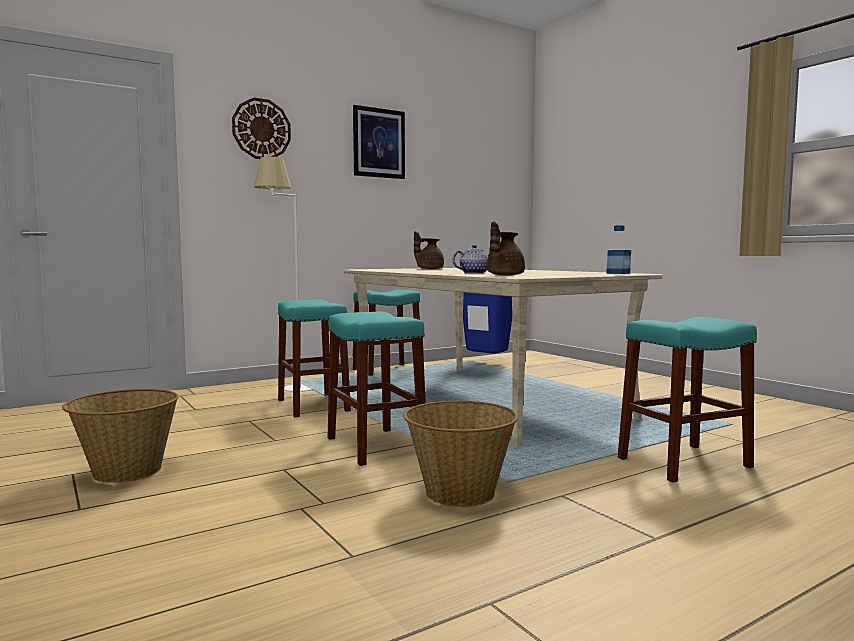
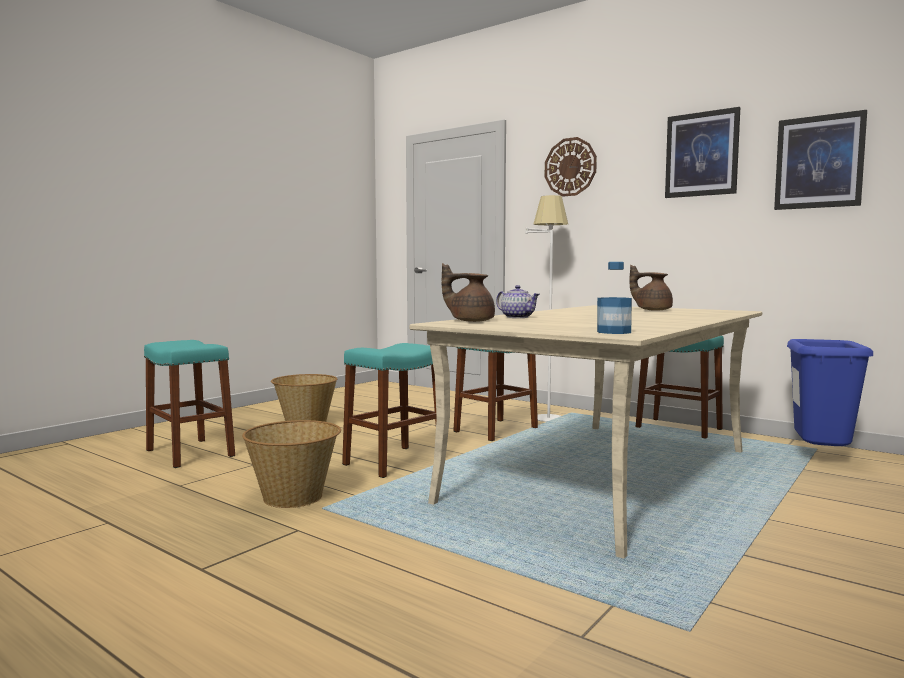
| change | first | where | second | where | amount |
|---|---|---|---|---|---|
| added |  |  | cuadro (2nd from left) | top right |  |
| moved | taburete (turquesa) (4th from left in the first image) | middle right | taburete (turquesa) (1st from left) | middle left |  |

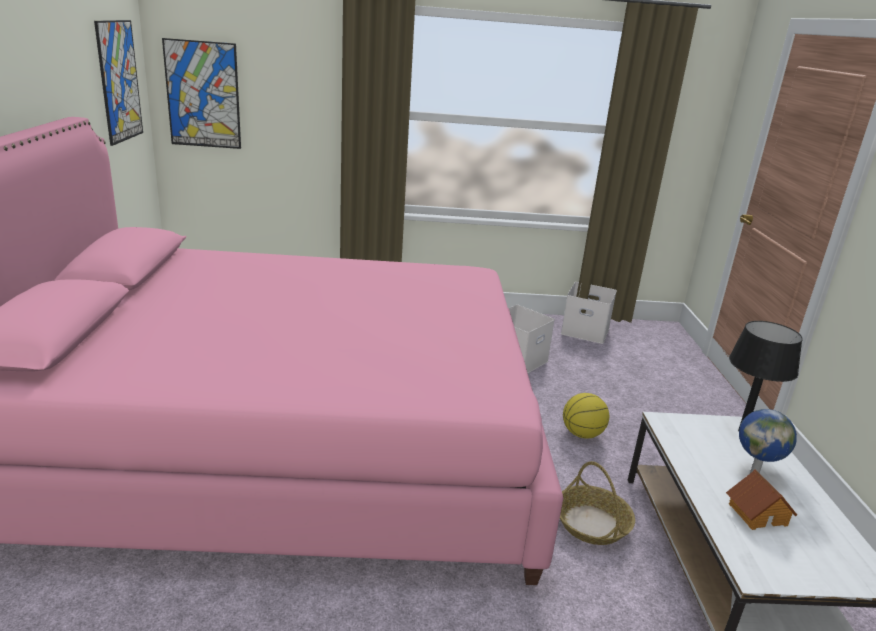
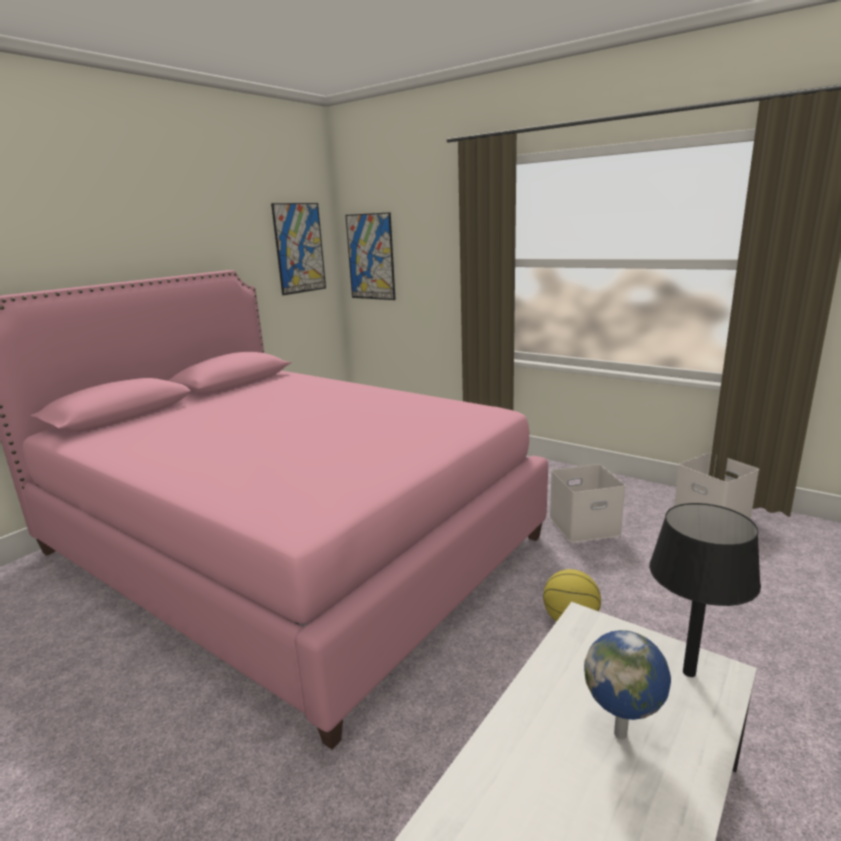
| change | first | where | second | where | amount |
|---|---|---|---|---|---|
| removed | cesta | bottom right |  |  |  |
| removed | casita | bottom right |  |  |  |

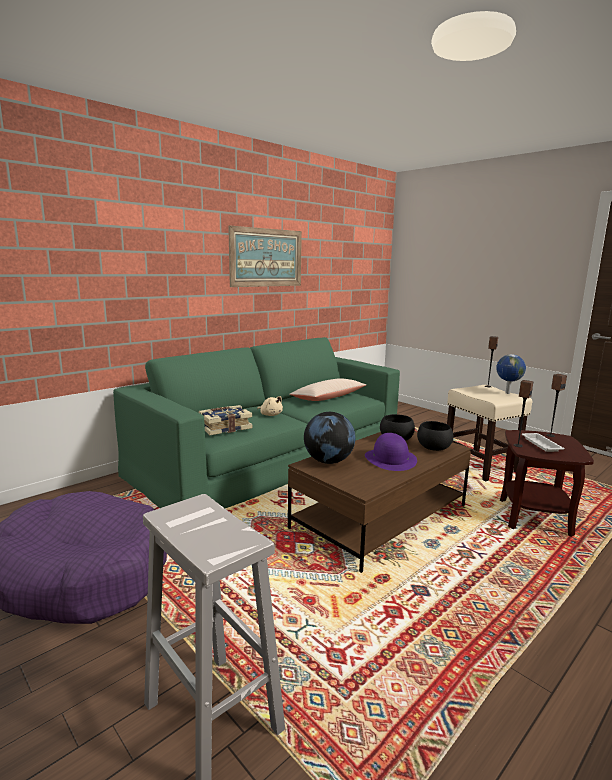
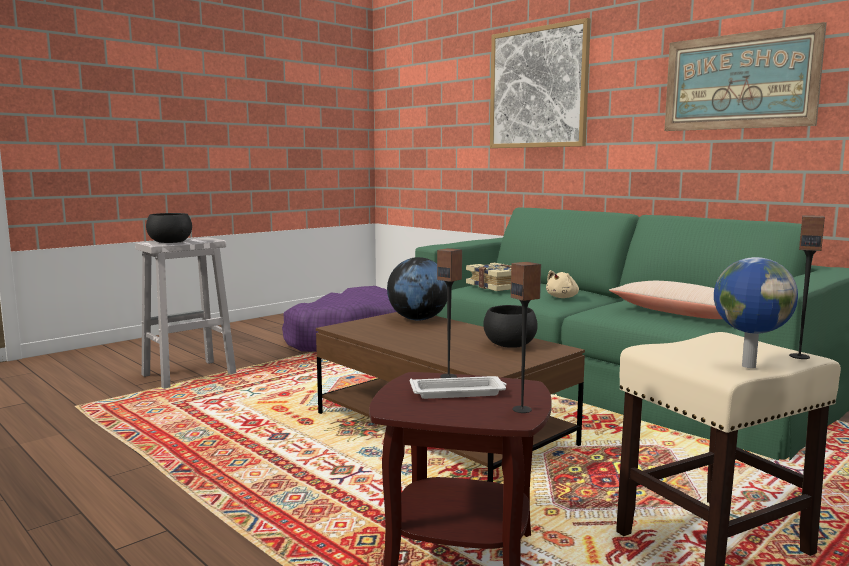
| change | first | where | second | where | amount |
|---|---|---|---|---|---|
| removed | sombrero (morado) | centre |  |  |  |
| added |  |  | cuadro (1st from left) | top centre |  |
| moved | cuenco (negro) (2nd from left in the first image) | middle right | cuenco (negro) (1st from left) | middle left |  |

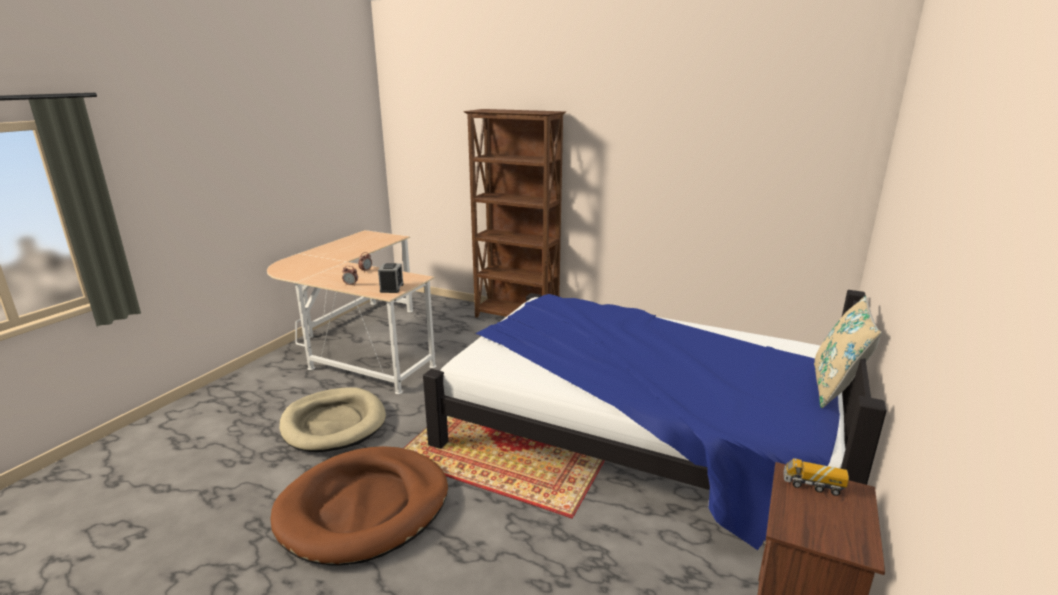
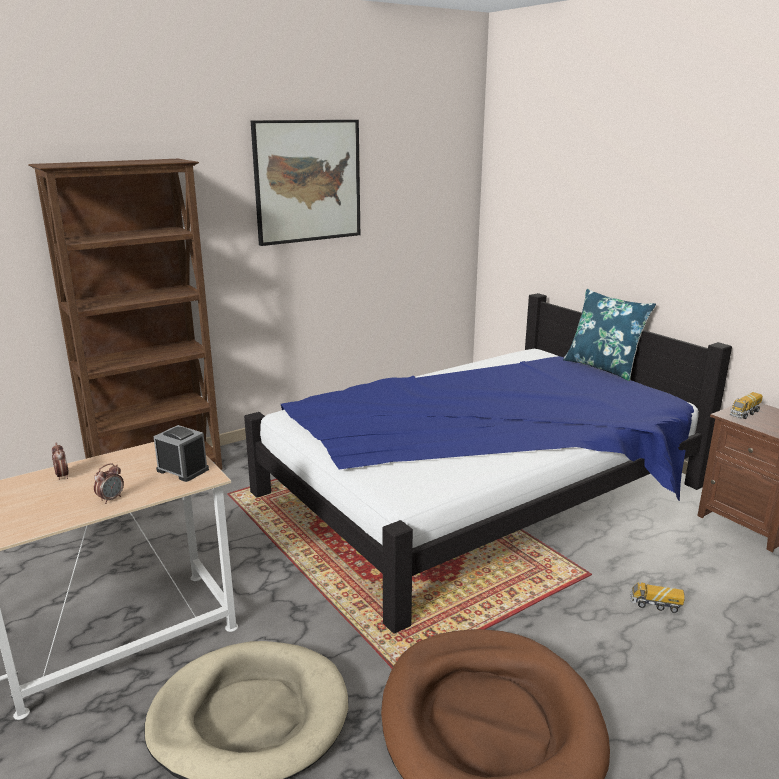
| change | first | where | second | where | amount |
|---|---|---|---|---|---|
| added |  |  | cuadro | top centre |  |
| added |  |  | camión de juguete (1st from left) | bottom right |  |
| recoloured | cojín (beis) | middle right | cojín (azul) | middle right |  |

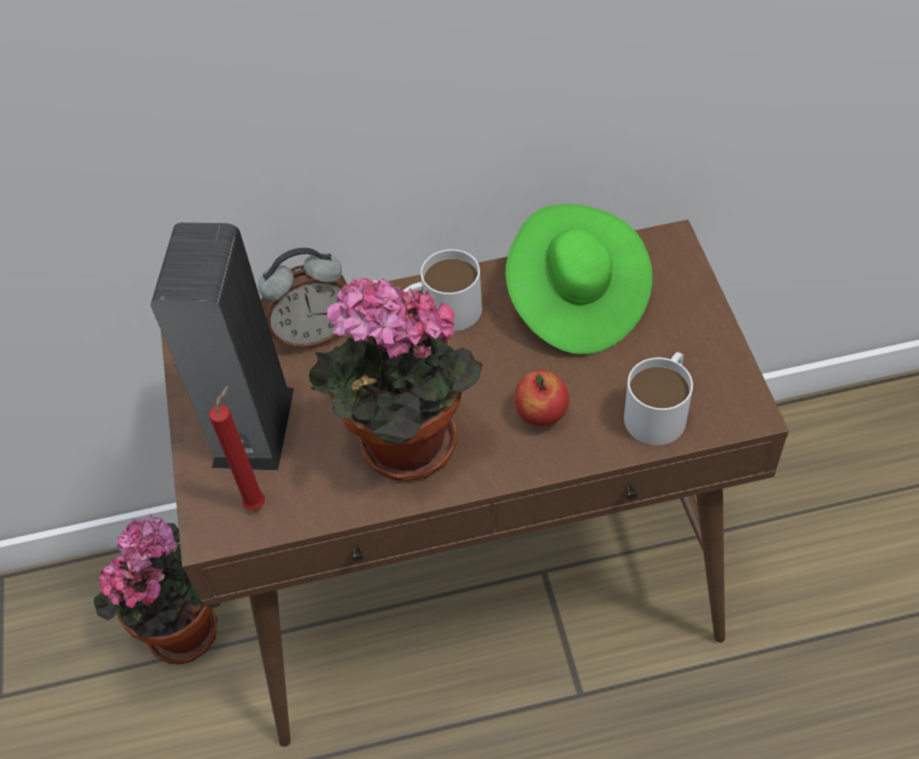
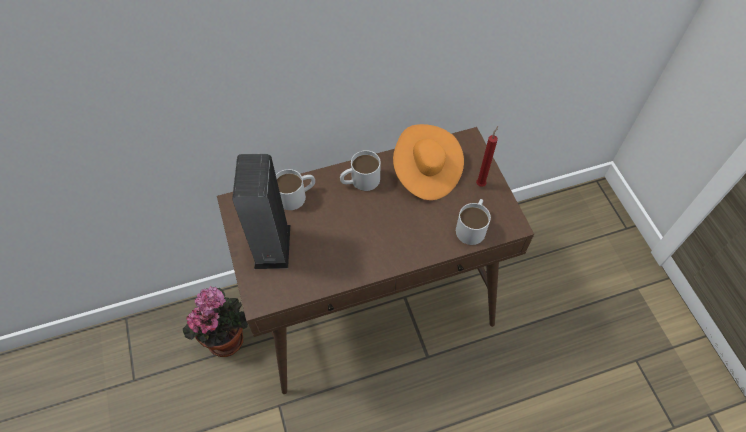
| change | first | where | second | where | amount |
|---|---|---|---|---|---|
| removed | planta en maceta (2nd from left) | centre |  |  |  |
| removed | manzana | centre |  |  |  |
| moved | vela (rojo) | middle left |  | centre |  |
| replaced | despertador | middle left | taza grande (blanco) (1st from left) | centre |  |
| recoloured | sombrero (verde) | centre | sombrero (naranja) | centre |  |

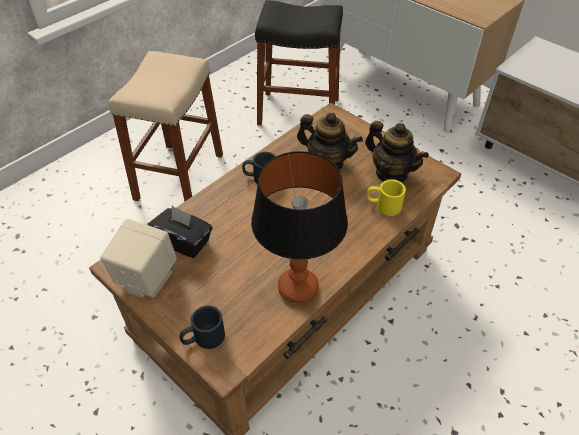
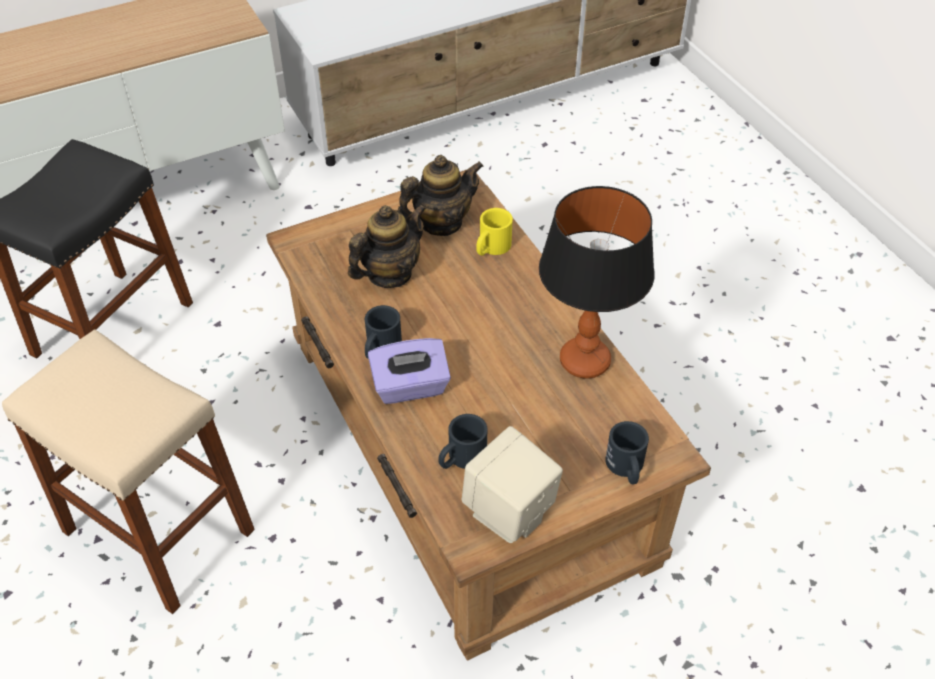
| change | first | where | second | where | amount |
|---|---|---|---|---|---|
| added |  |  | caja de pañuelos (morado) | centre |  |
| replaced | caja de pañuelos (negro) | middle left | taza grande (negro) (2nd from left) | centre |  |

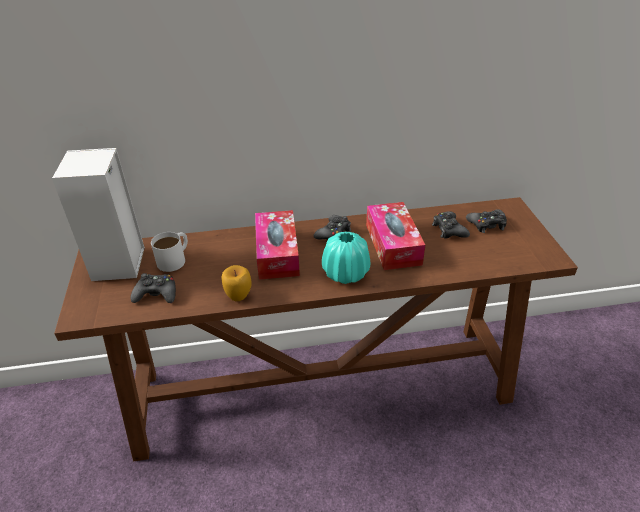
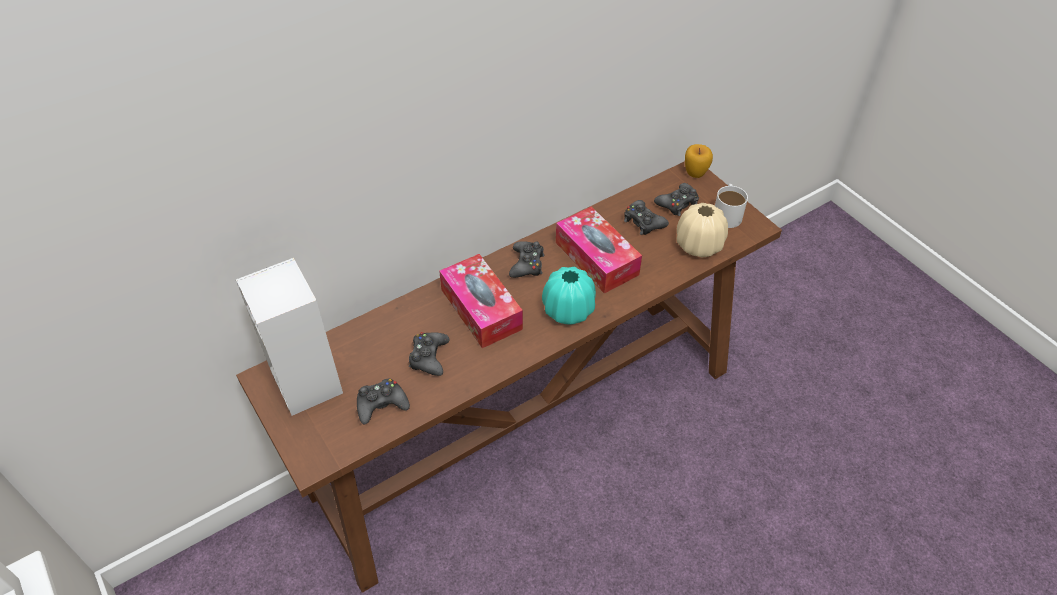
| change | first | where | second | where | amount |
|---|---|---|---|---|---|
| added |  |  | mando de consola (negro) (2nd from left) | centre |  |
| added |  |  | florero (beis) | centre |  |
| moved | taza grande (blanco) | middle left |  | middle right |  |
| moved | manzana | centre |  | top centre |  |

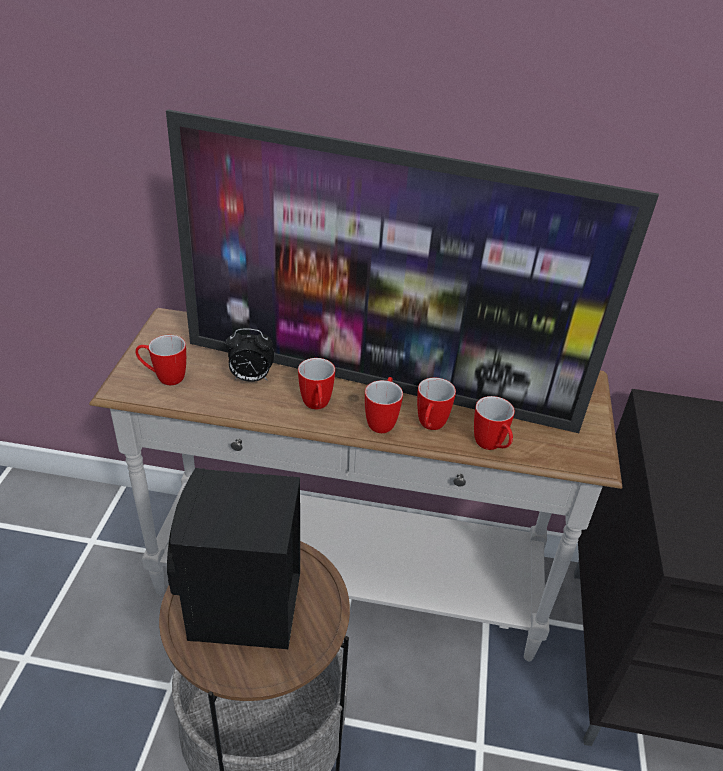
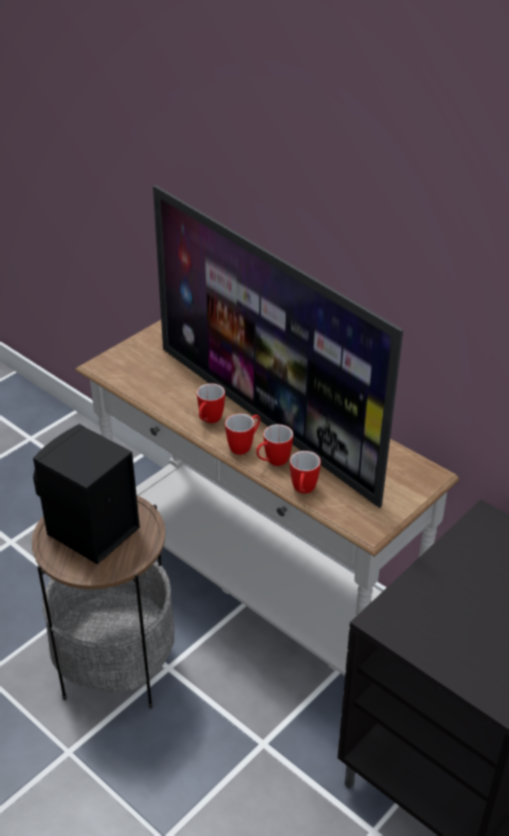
| change | first | where | second | where | amount |
|---|---|---|---|---|---|
| removed | taza grande (1st from left) | middle left |  |  |  |
| removed | despertador | centre |  |  |  |

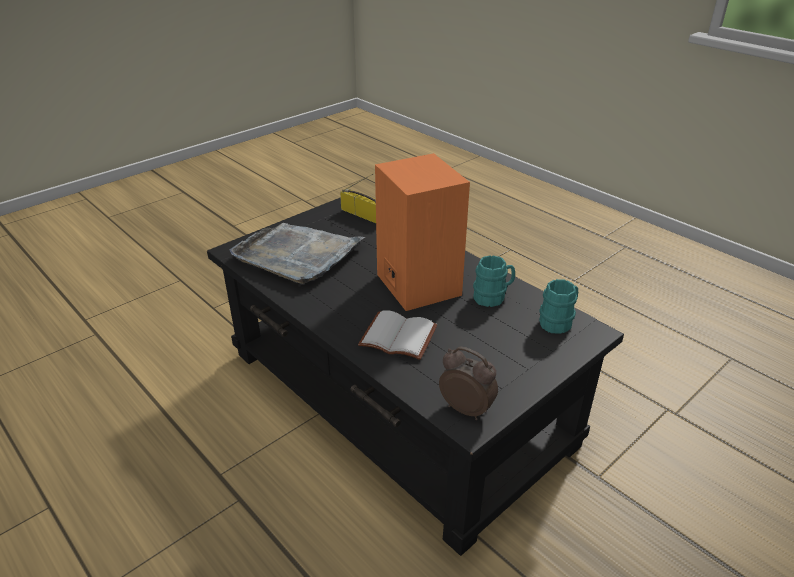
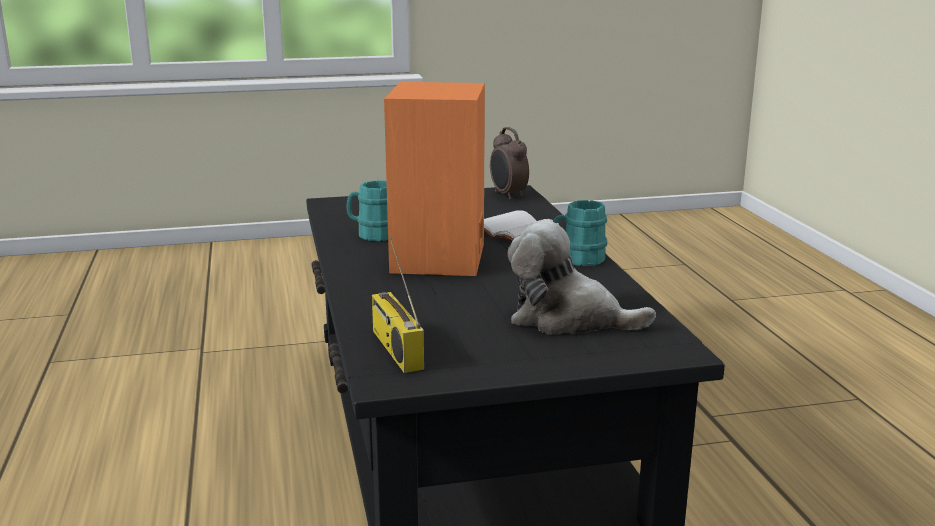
| change | first | where | second | where | amount |
|---|---|---|---|---|---|
| moved | taza grande (turquesa) (2nd from left) | middle right |  | centre |  |
| replaced | bandeja (gris) | centre | peluche | centre |  |

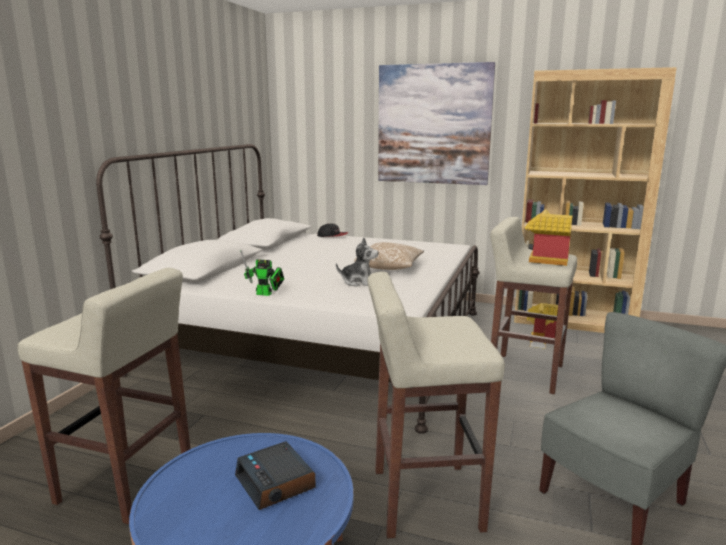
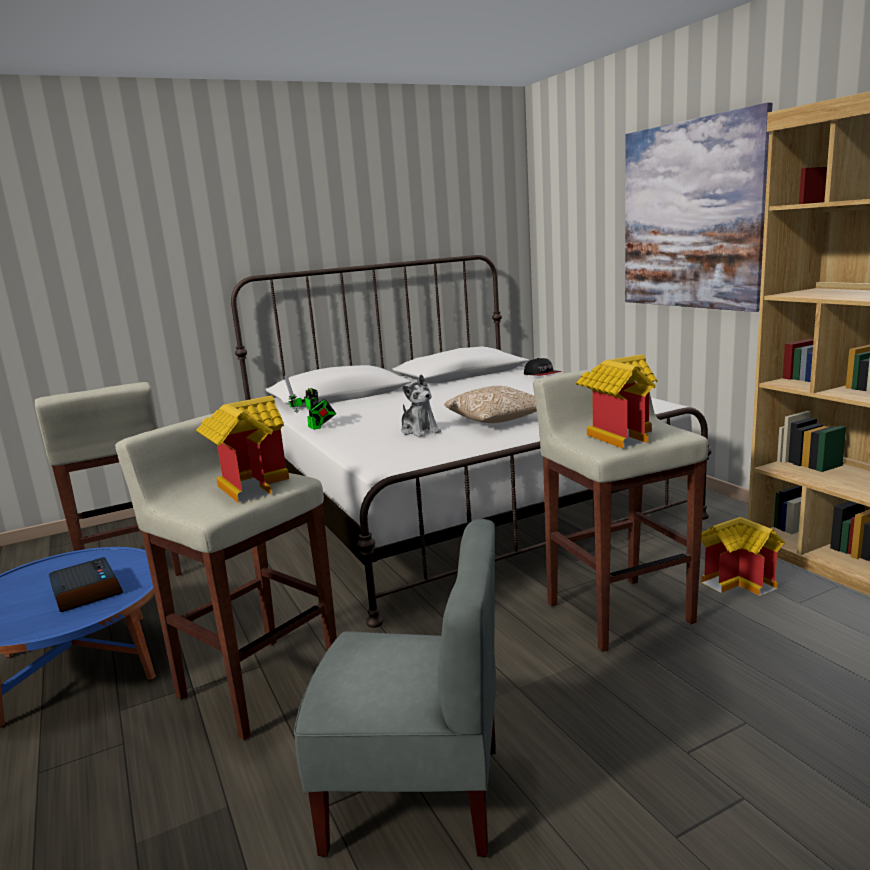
| change | first | where | second | where | amount |
|---|---|---|---|---|---|
| added |  |  | casita (1st from left) | middle left |  |
| turned | despertador | bottom centre |  | bottom left | 135 degrees clockwise |

